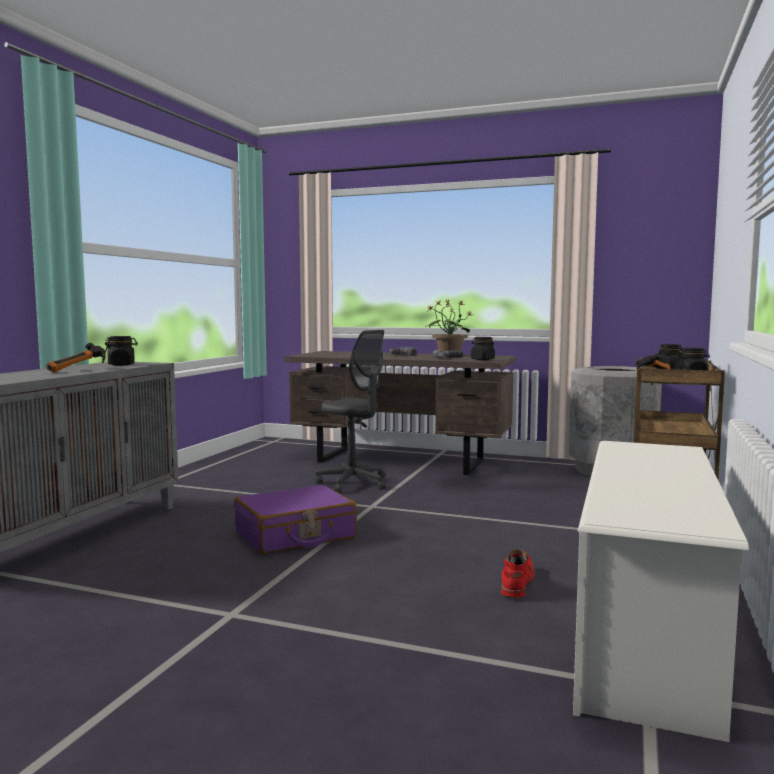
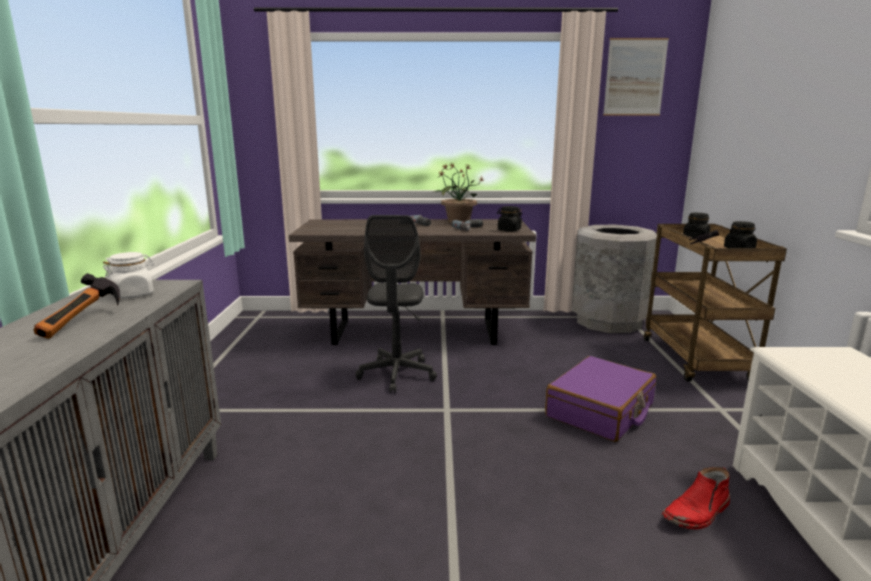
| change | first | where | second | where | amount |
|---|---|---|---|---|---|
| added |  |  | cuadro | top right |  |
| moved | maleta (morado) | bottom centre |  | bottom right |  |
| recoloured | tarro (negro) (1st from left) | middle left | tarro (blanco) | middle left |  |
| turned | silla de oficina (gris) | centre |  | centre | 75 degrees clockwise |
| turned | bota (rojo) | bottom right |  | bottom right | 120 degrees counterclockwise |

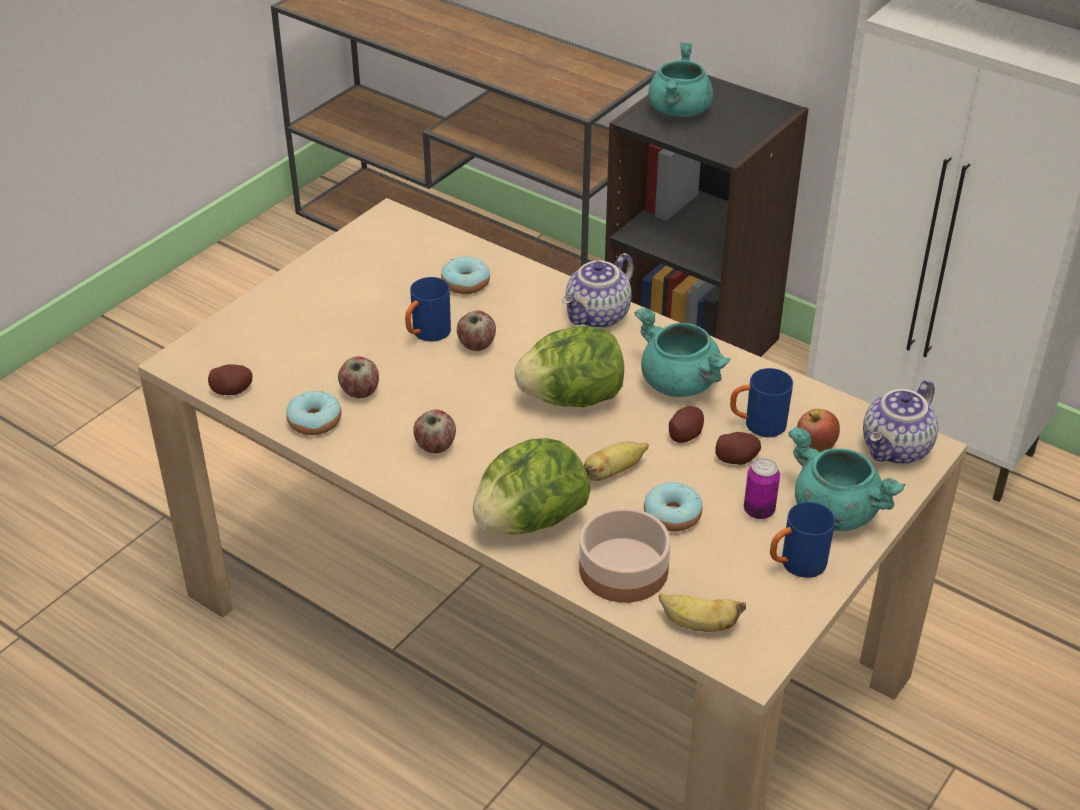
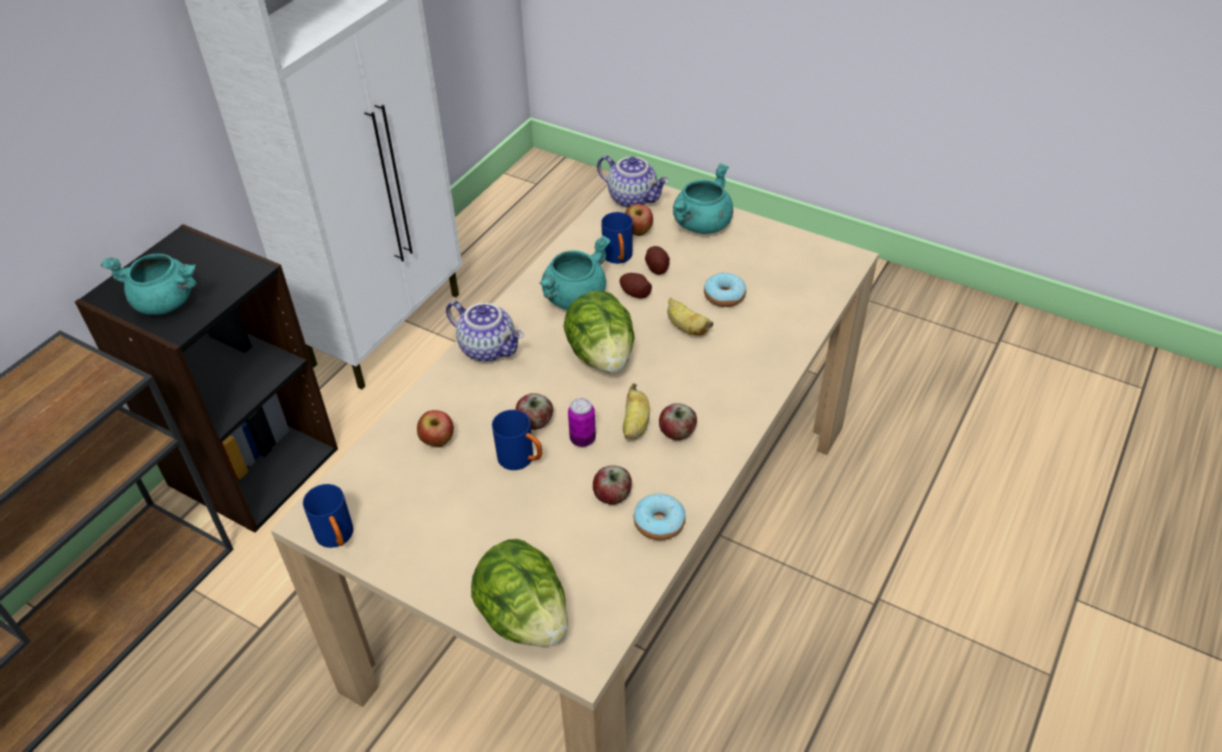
| change | first | where | second | where | amount |
|---|---|---|---|---|---|
| removed | patata (1st from left) | middle left |  |  |  |
| removed | cuenco | bottom centre |  |  |  |
| moved | lechuga (1st from left) | centre |  | bottom centre |  |
| moved | plátano (2nd from left in the first image) | bottom centre | plátano (1st from left) | centre |  |
| moved | lata | middle right |  | centre |  |
| moved | taza grande (azul) (3rd from left in the first image) | bottom right | taza grande (azul) (1st from left) | bottom left |  |
| replaced | rosquilla (2nd from left) | centre | manzana (1st from left) | centre |  |

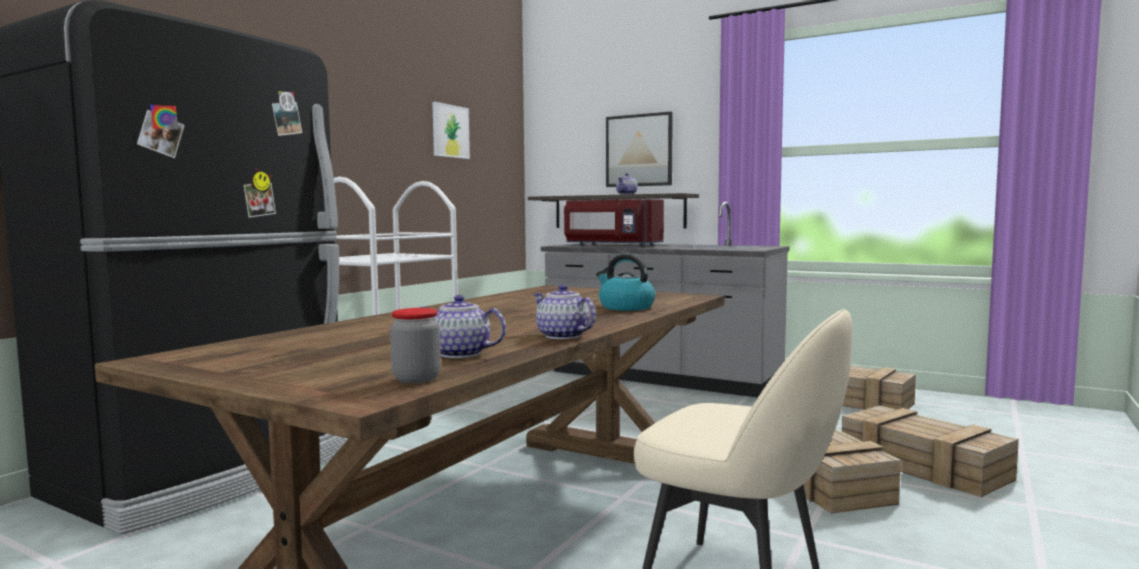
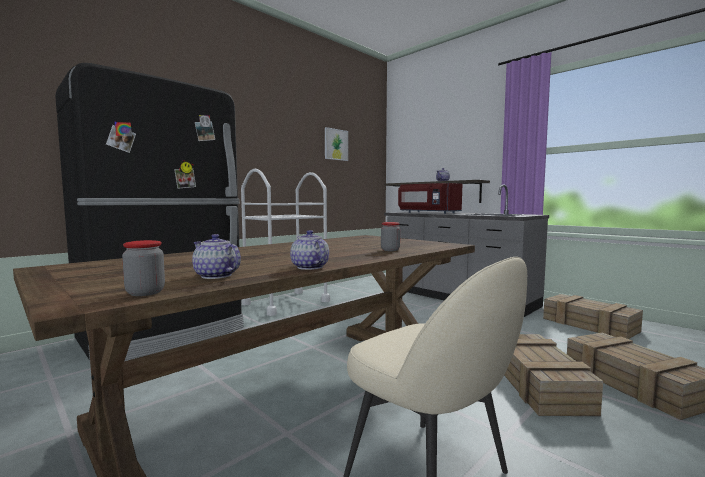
| change | first | where | second | where | amount |
|---|---|---|---|---|---|
| removed | cuadro (2nd from left) | top centre |  |  |  |
| replaced | hervidor | centre | tarro (2nd from left) | centre |  |

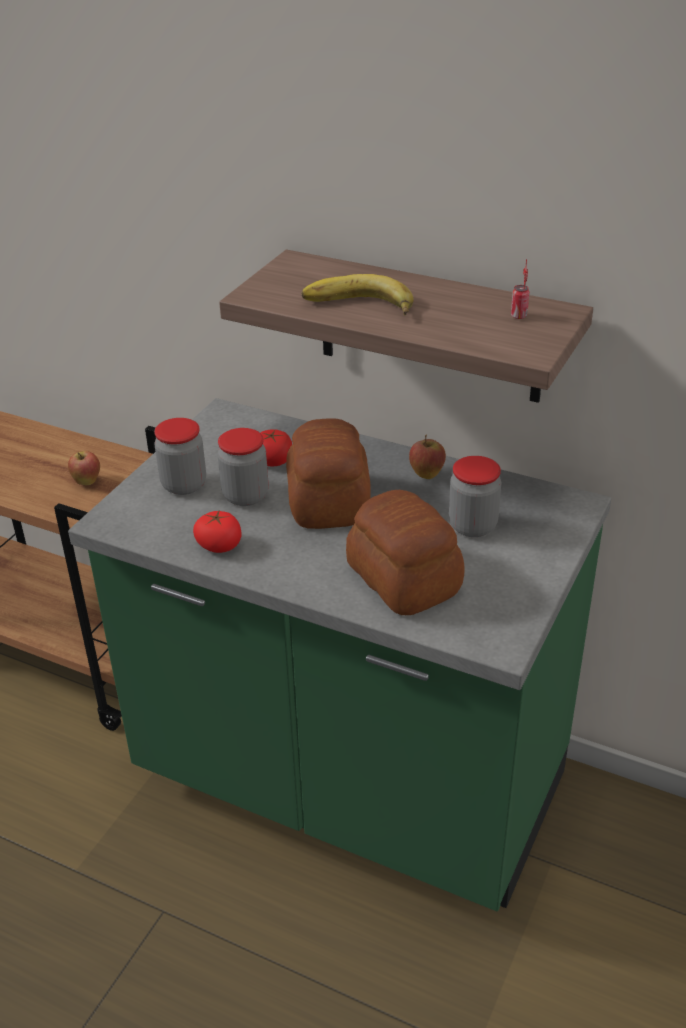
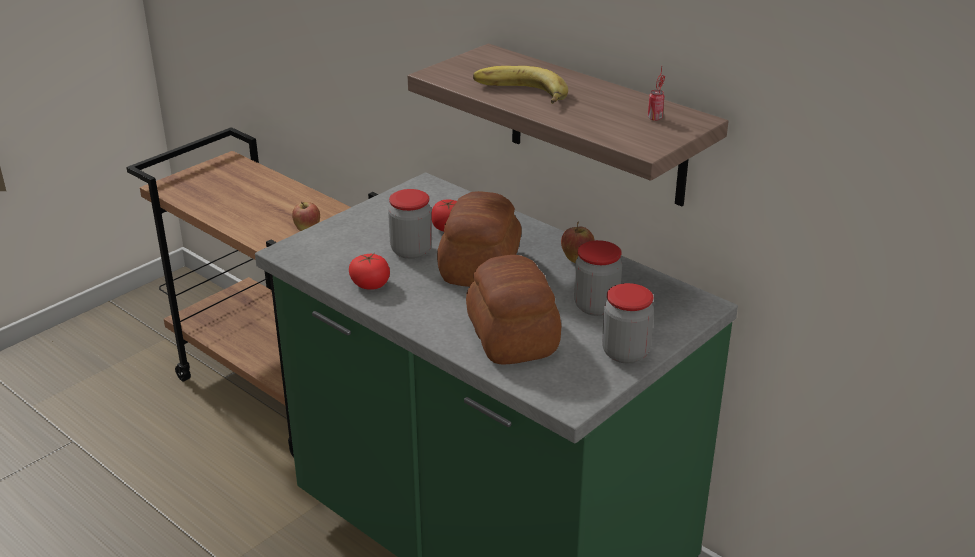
| change | first | where | second | where | amount |
|---|---|---|---|---|---|
| moved | tarro (1st from left in the first image) | middle left | tarro (3rd from left) | centre |  |

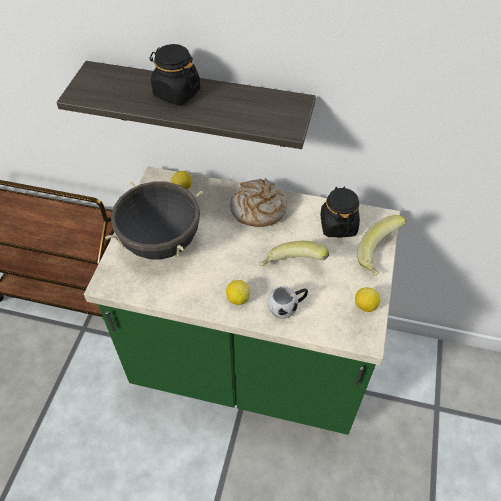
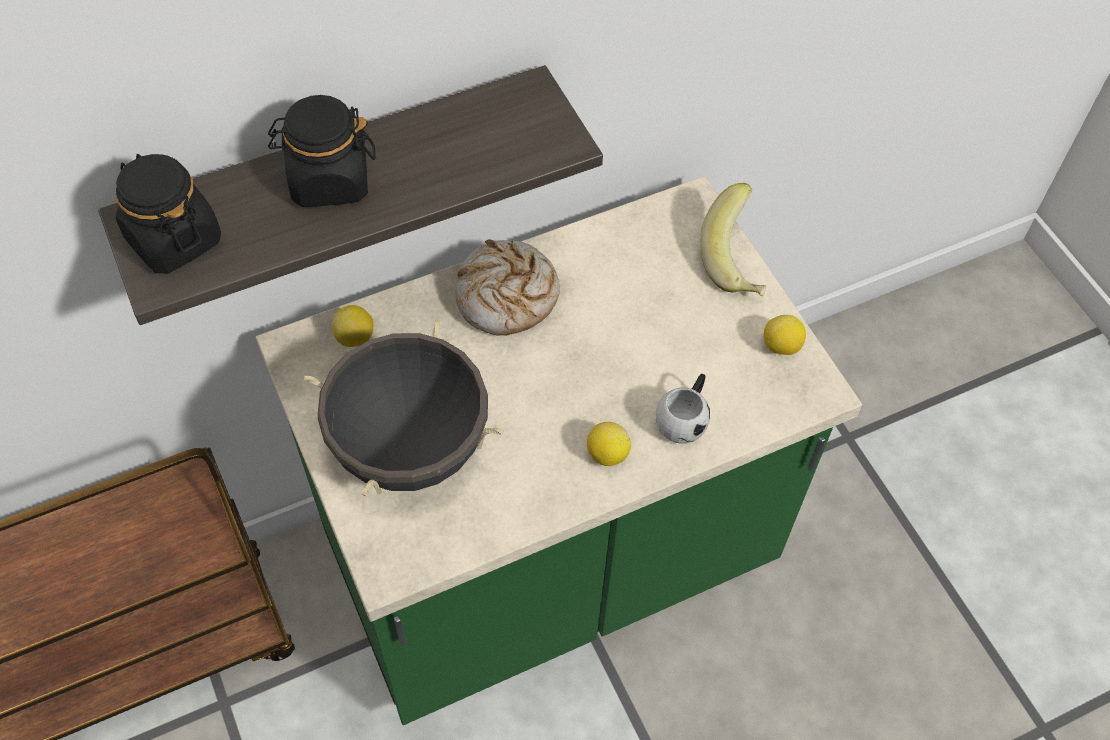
| change | first | where | second | where | amount |
|---|---|---|---|---|---|
| removed | plátano (1st from left) | centre |  |  |  |
| moved | tarro (negro) (2nd from left in the first image) | middle right | tarro (negro) (1st from left) | top left |  |

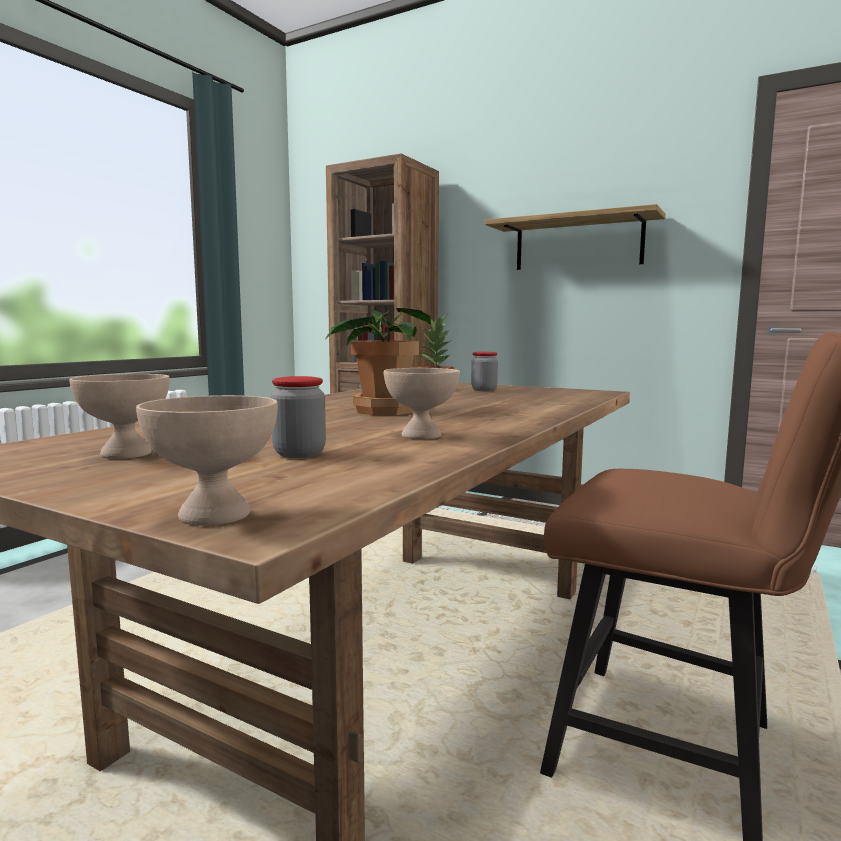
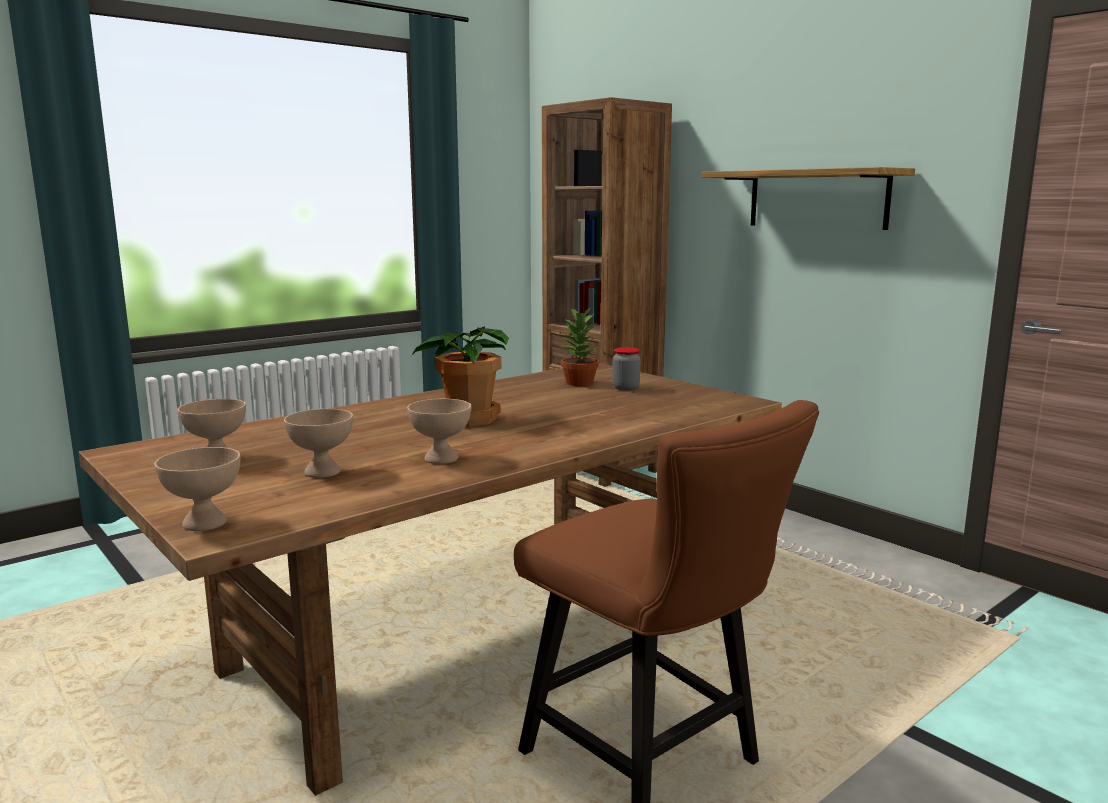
| change | first | where | second | where | amount |
|---|---|---|---|---|---|
| replaced | tarro (1st from left) | centre | cuenco (beis) (3rd from left) | middle left |  |

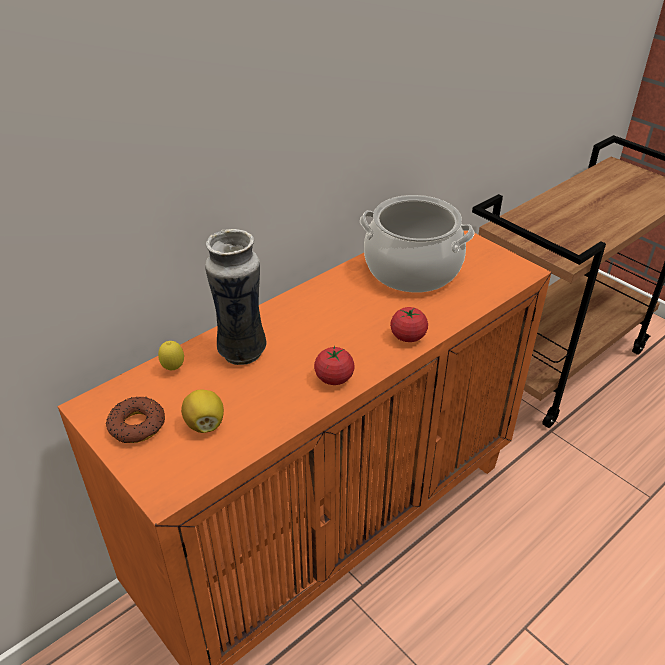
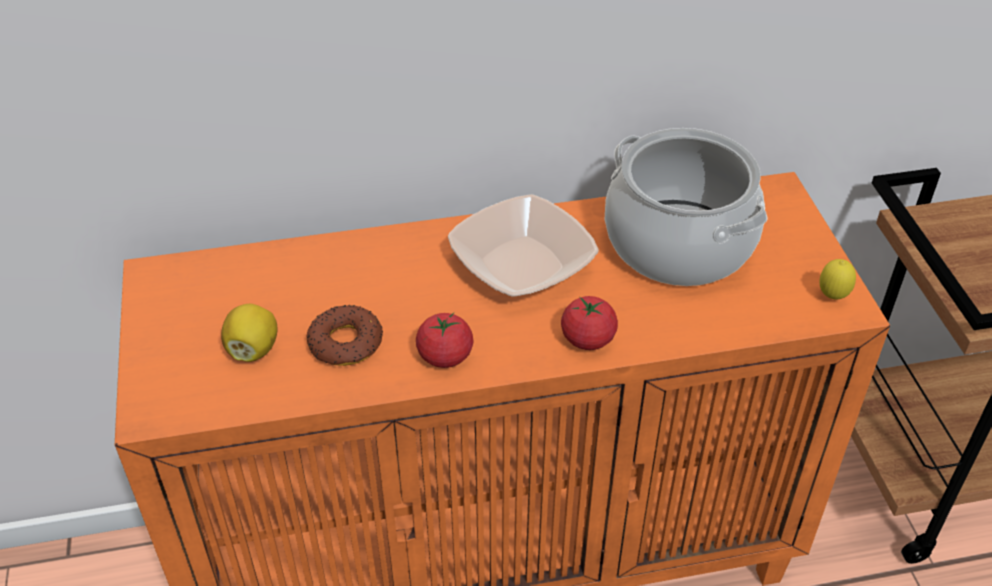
| change | first | where | second | where | amount |
|---|---|---|---|---|---|
| removed | florero | centre |  |  |  |
| added |  |  | cuenco | centre |  |
| moved | rosquilla | middle left |  | centre |  |
| moved | limón (1st from left in the first image) | middle left | limón (2nd from left) | middle right |  |

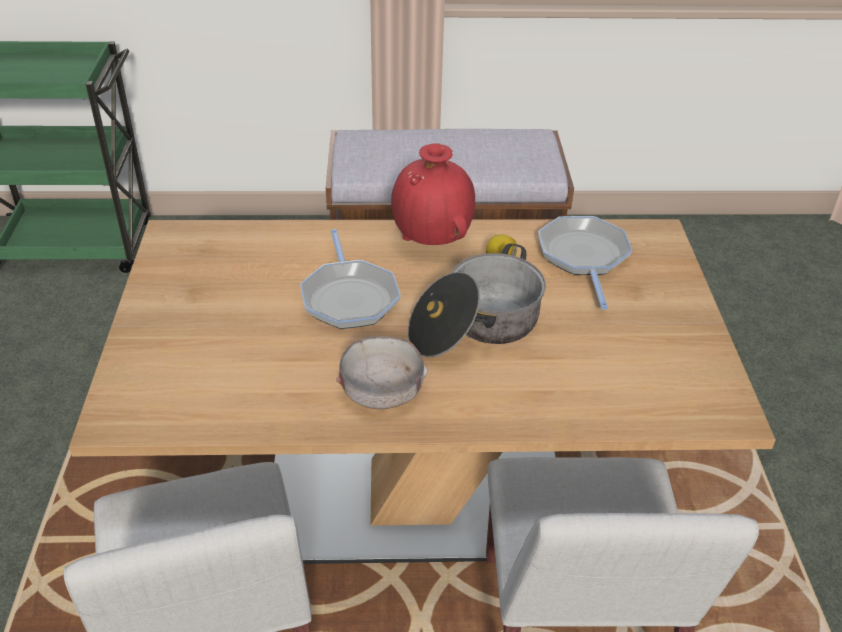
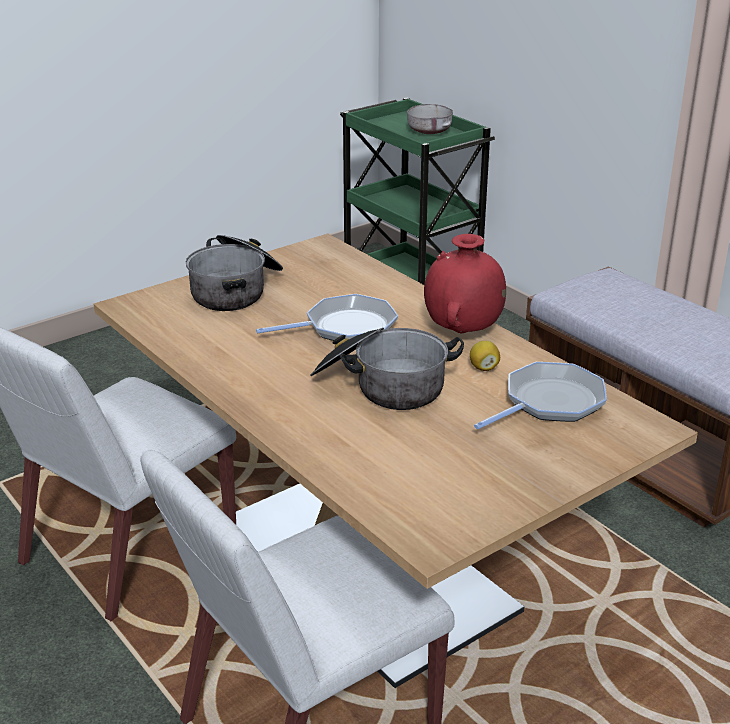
| change | first | where | second | where | amount |
|---|---|---|---|---|---|
| added |  |  | olla (1st from left) | middle left |  |
| moved | cuenco (gris) | centre |  | top centre |  |
| turned | sartén (1st from left) | centre |  | centre | 150 degrees counterclockwise |

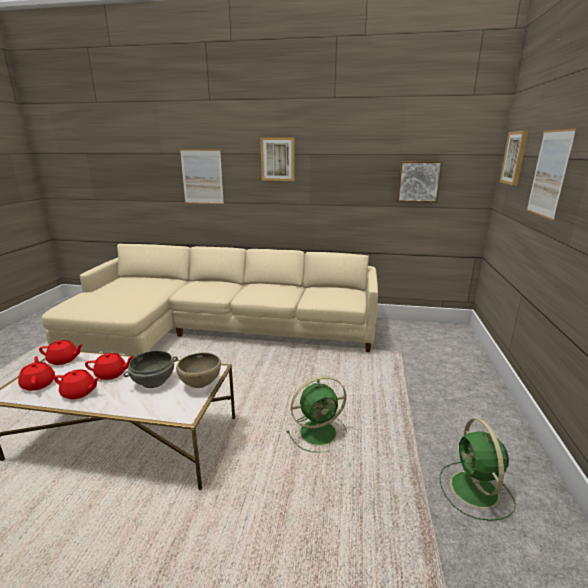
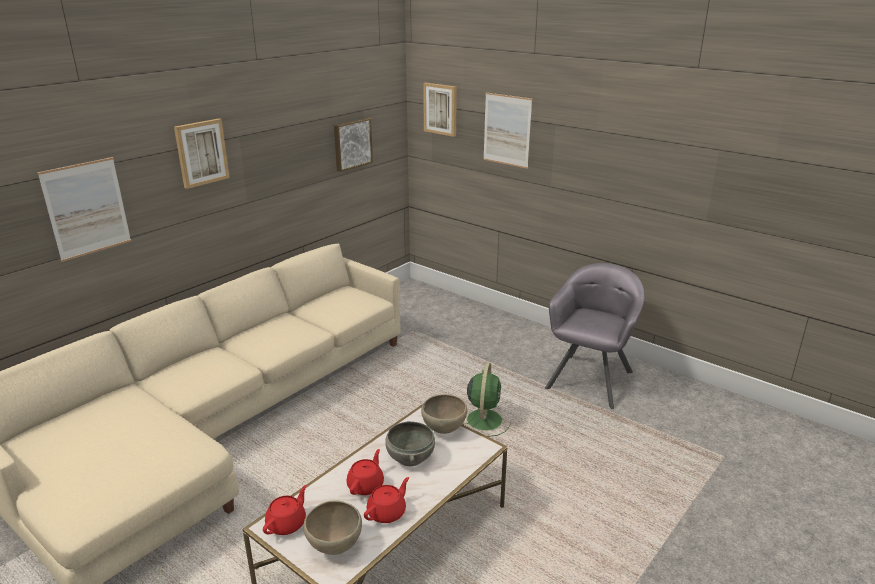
| change | first | where | second | where | amount |
|---|---|---|---|---|---|
| replaced | tetera (rojo) (1st from left) | middle left | cuenco (marrón) (1st from left) | bottom centre |  |
| replaced | ventilador (verde) (2nd from left) | bottom right | sillón (gris) | middle right |  |

